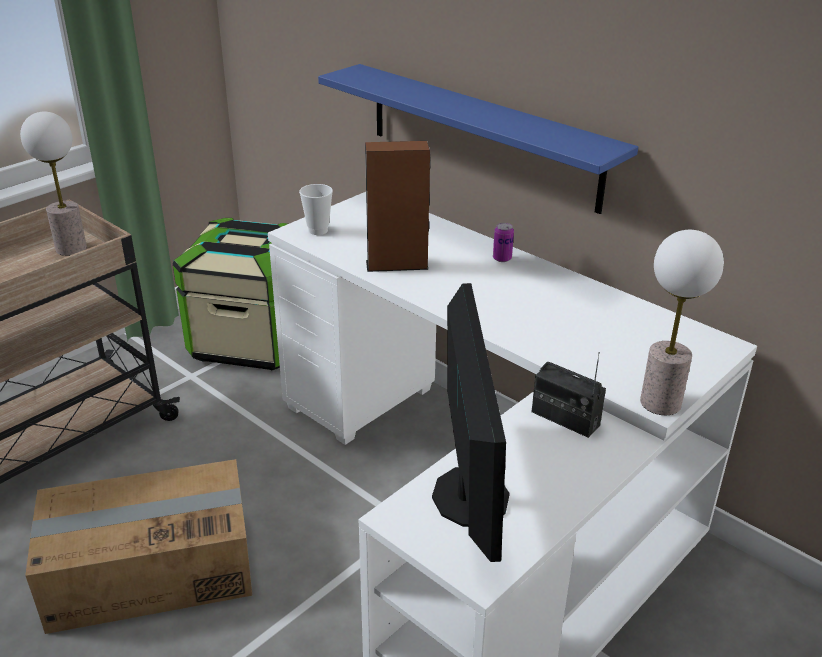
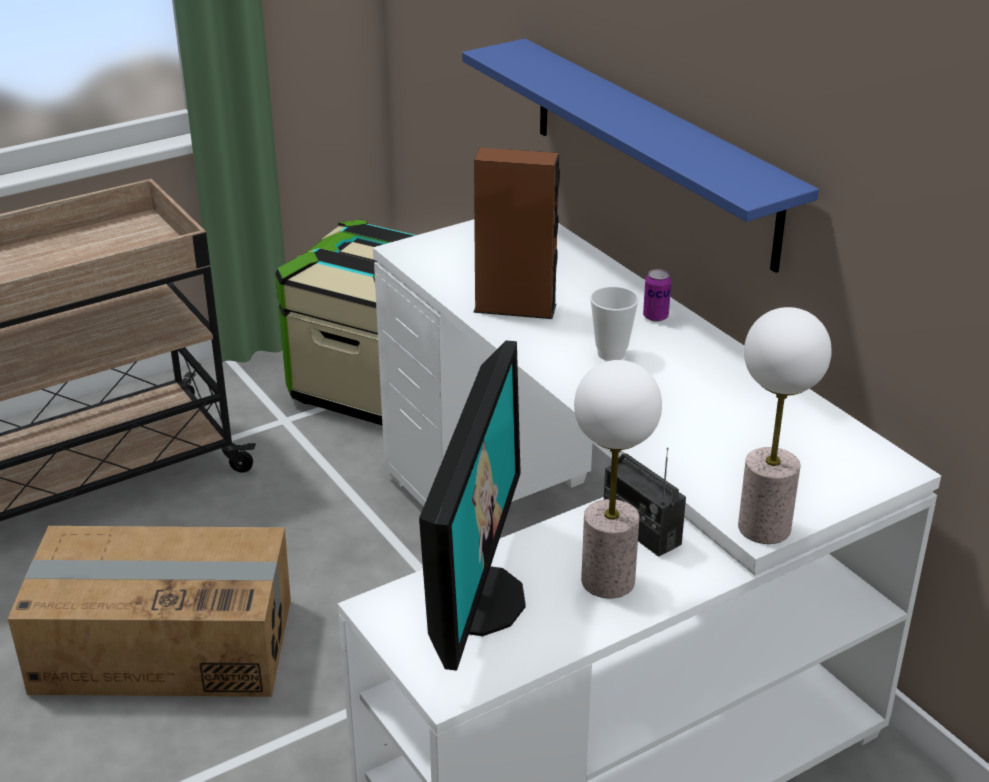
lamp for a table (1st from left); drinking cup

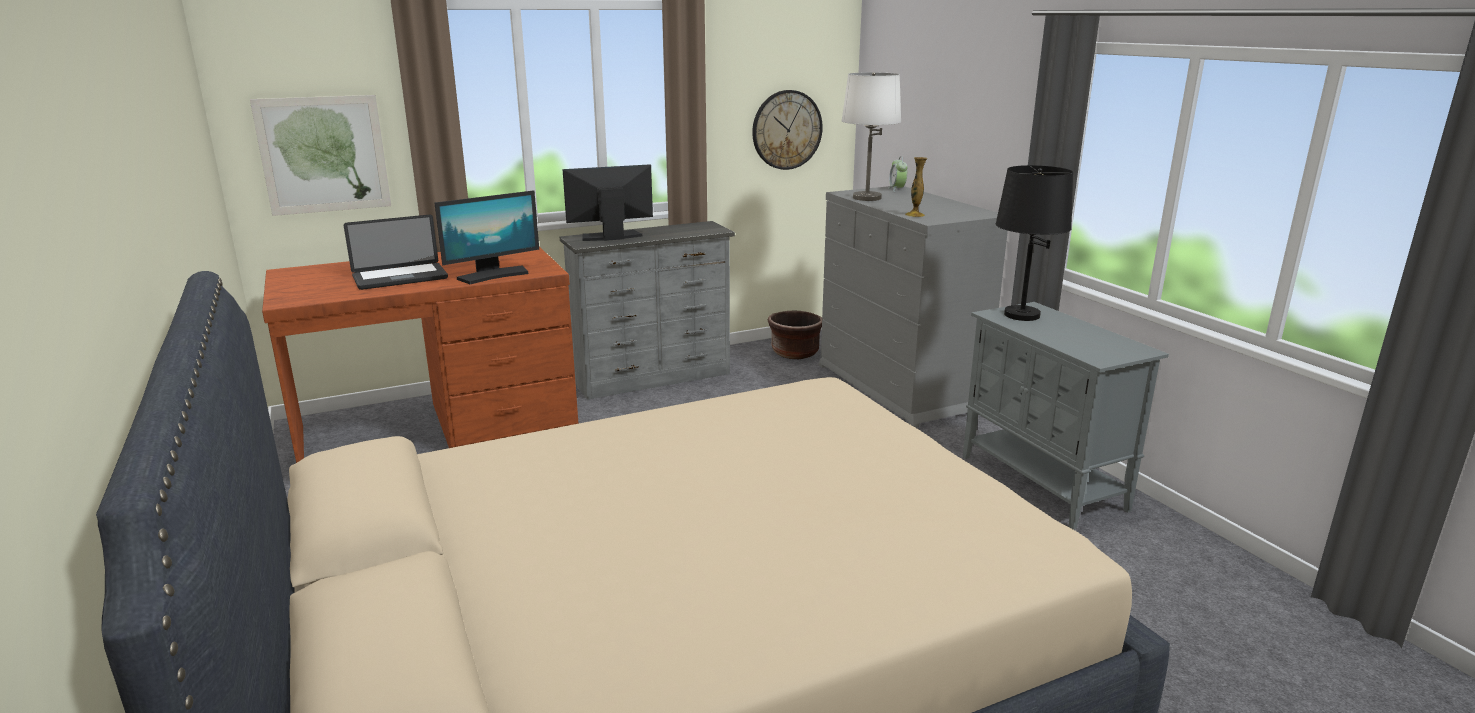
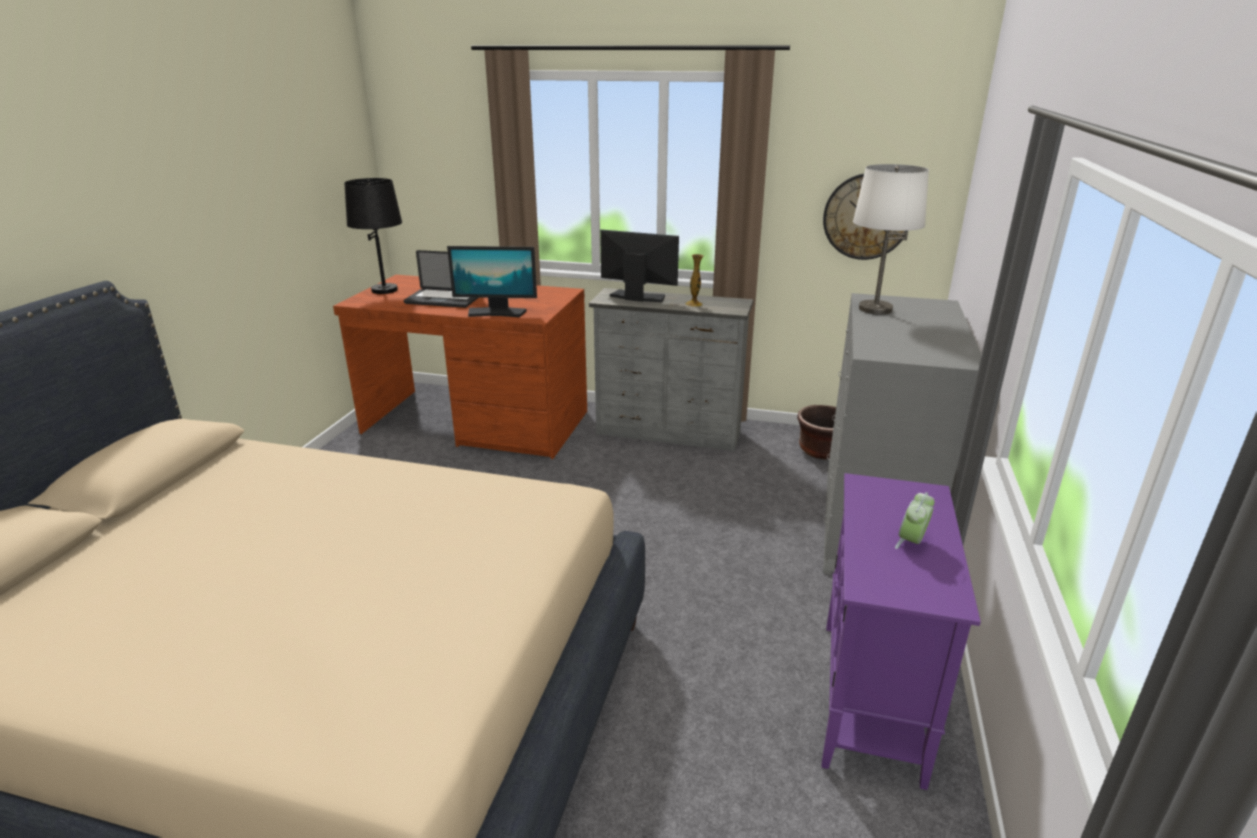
blackish lamp for a table; decorative vase; purplish cupboard; alarm clock; wall art

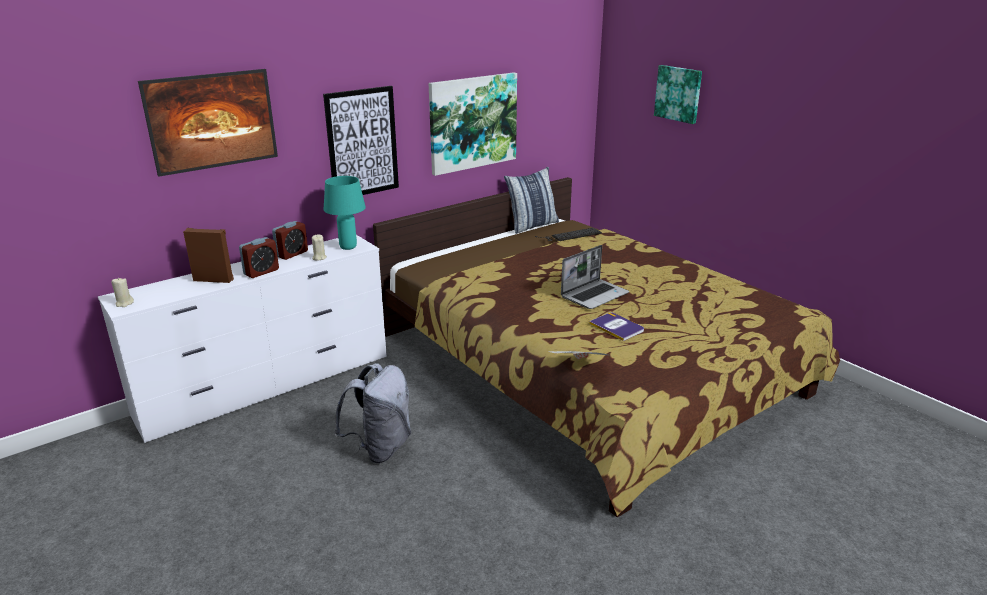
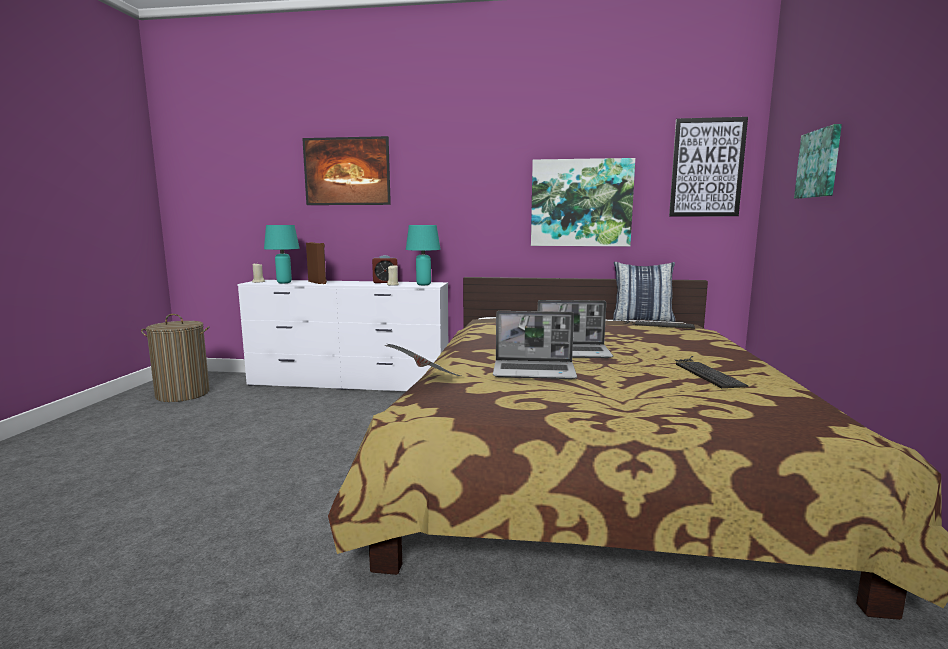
washing basket; turquoise lamp for a table (1st from left); notebook computer (1st from left); wall art (3rd from left); keyboard (2nd from left); alarm clock (1st from left in the first image); greyish knapsack

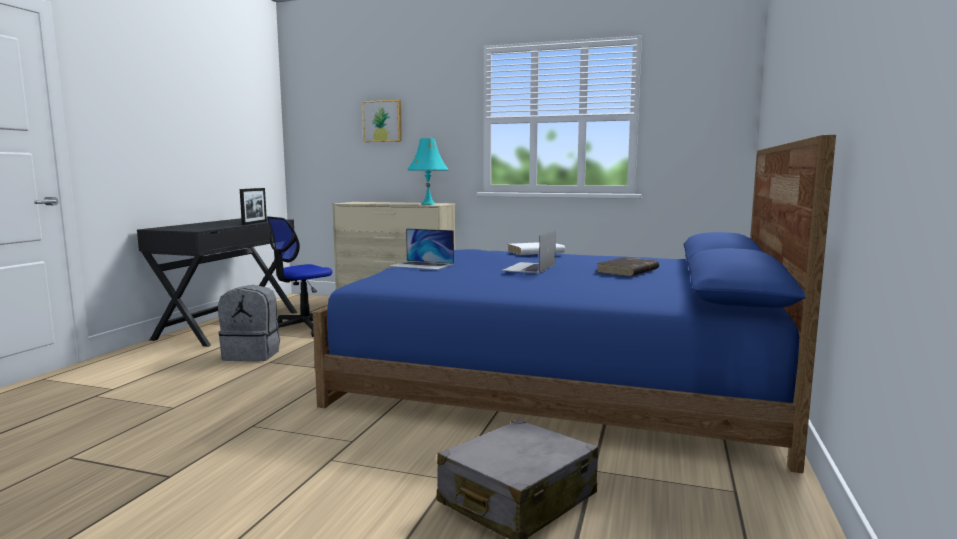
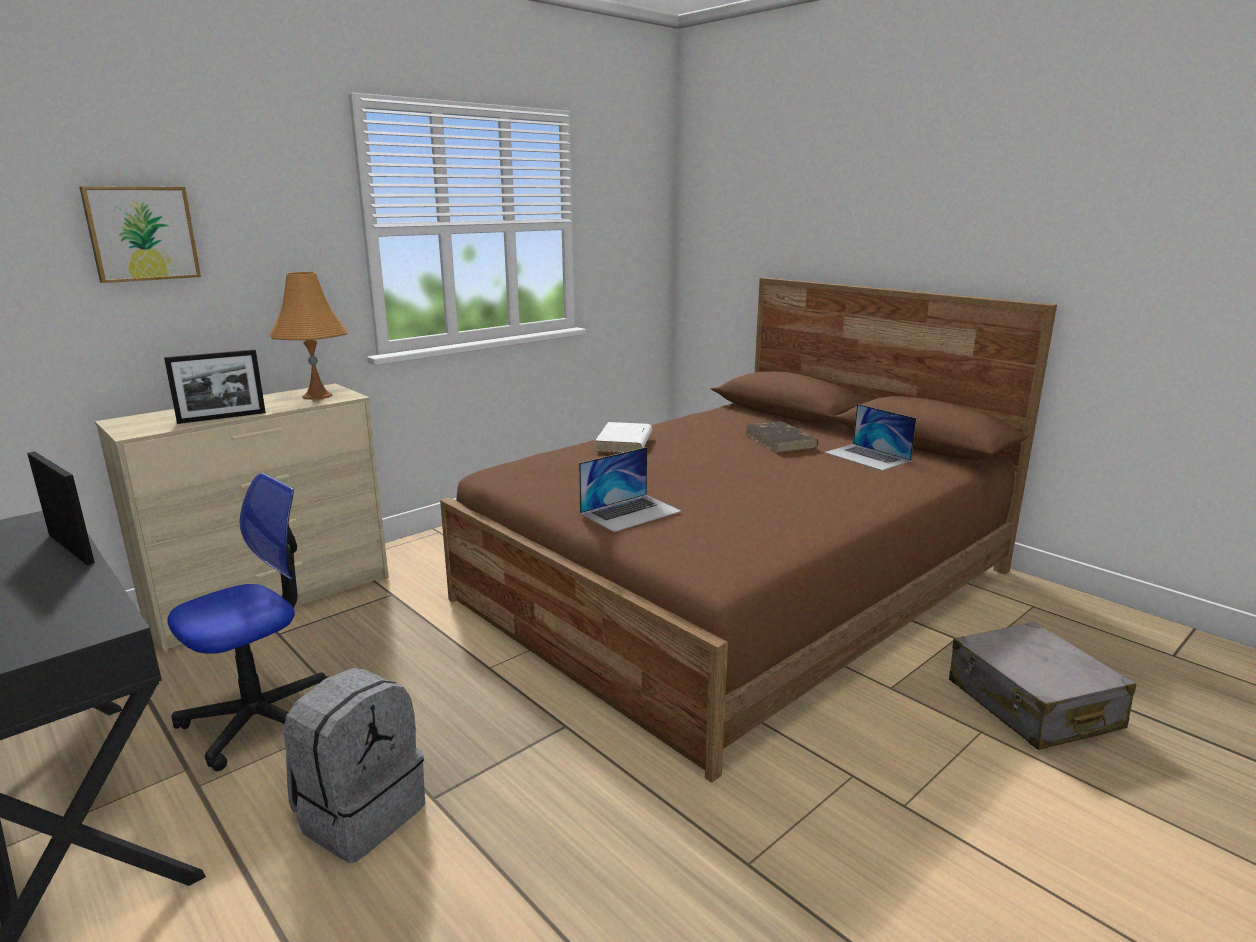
picture frame (2nd from left); computer chair; orangey lamp for a table; brown bedroom bed; notebook computer (2nd from left)

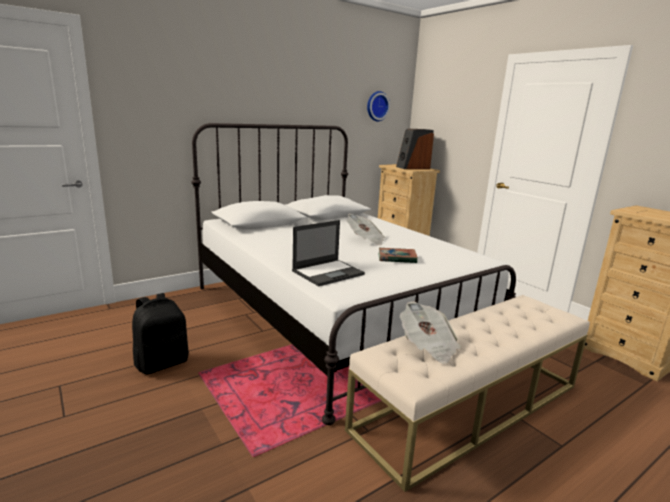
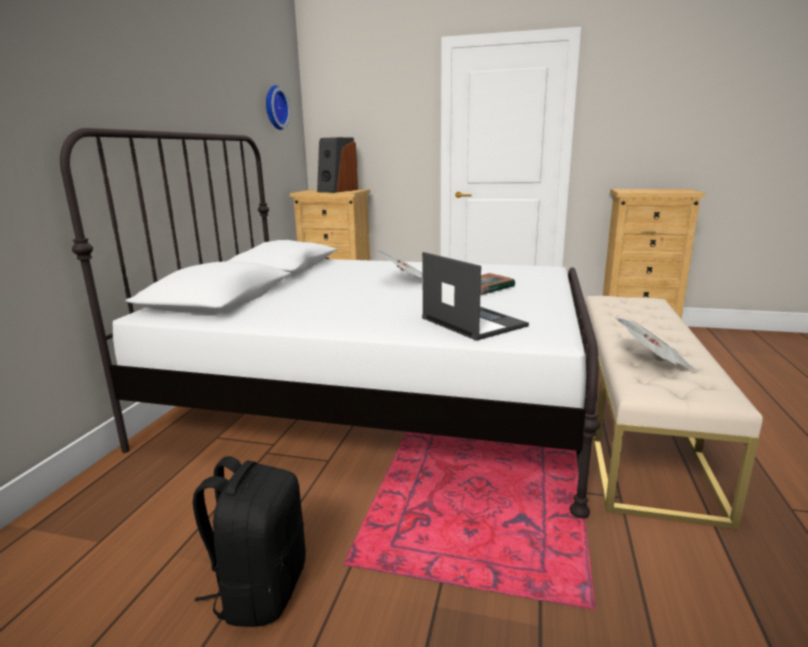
notebook computer

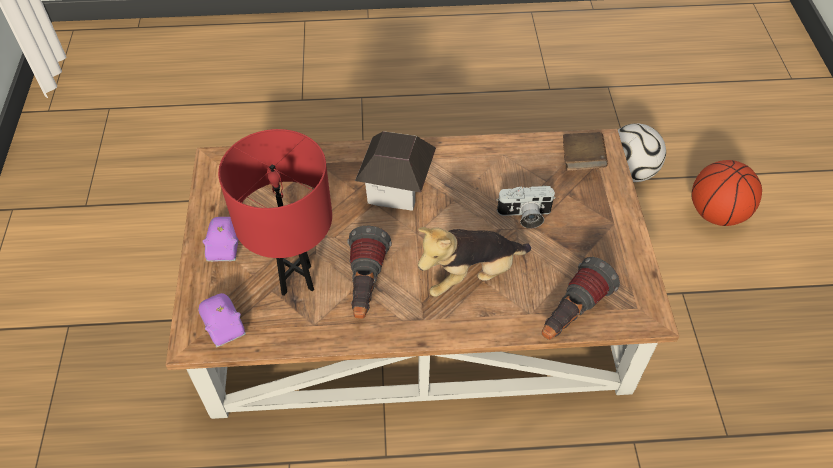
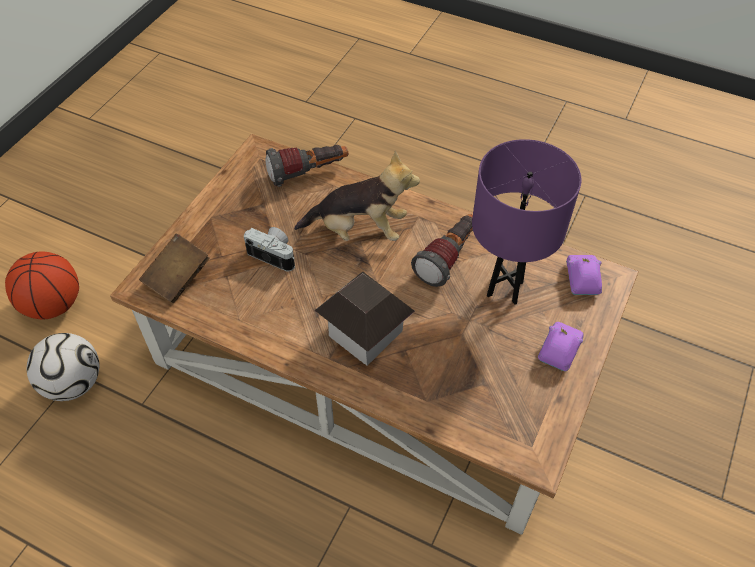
purplish lamp for a table

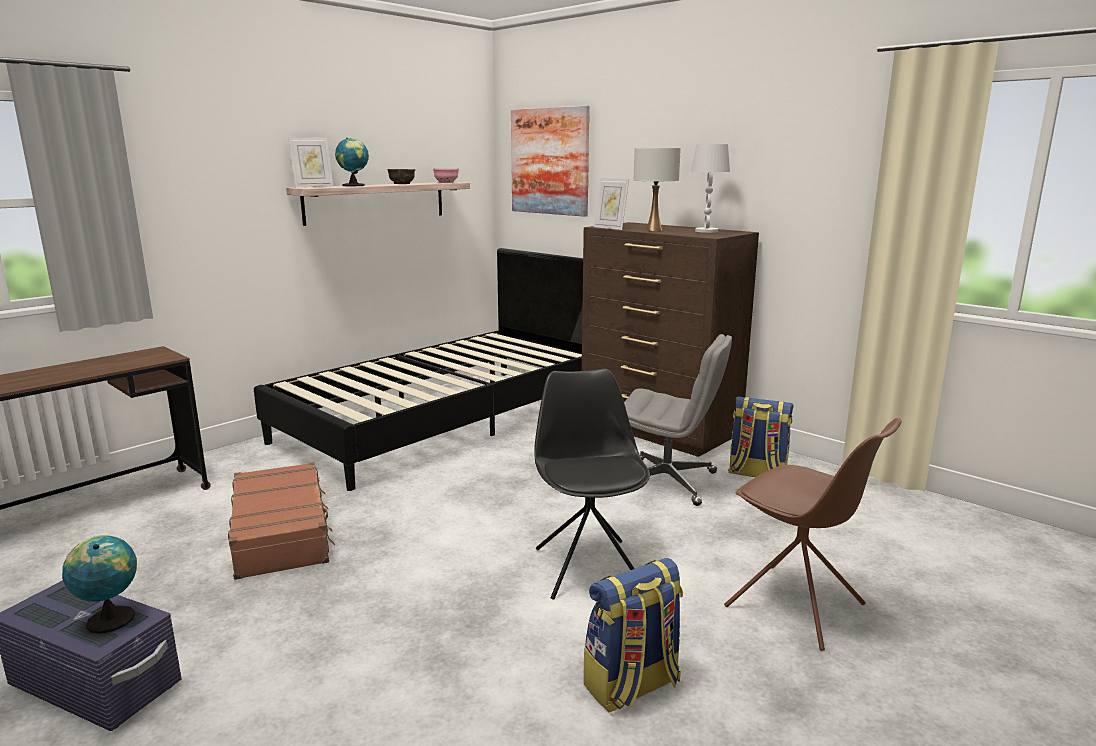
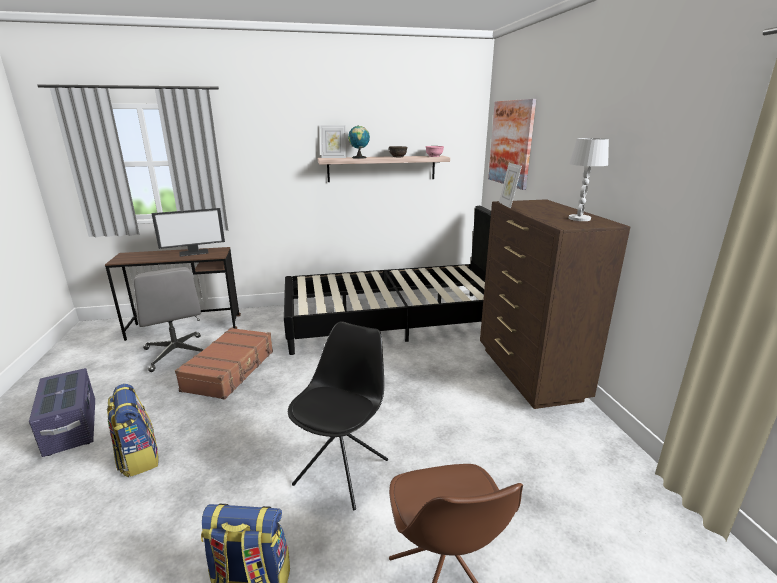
knapsack (1st from left); greyish computer chair; computer screen; desk globe (1st from left in the first image); white lamp for a table (1st from left in the first image)

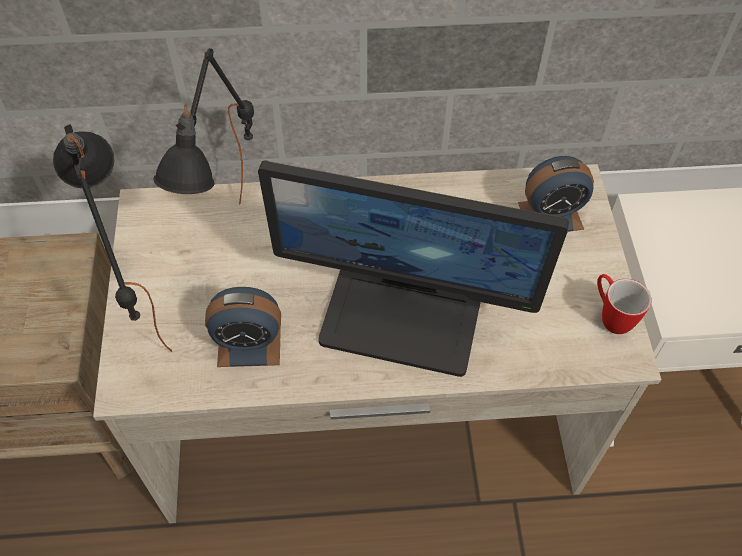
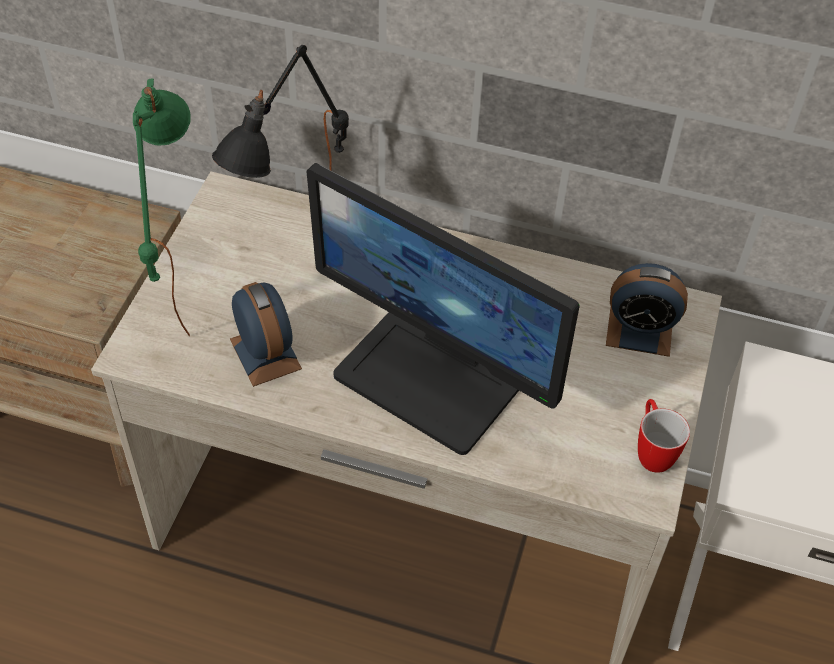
green lamp for a table; alarm clock (1st from left)

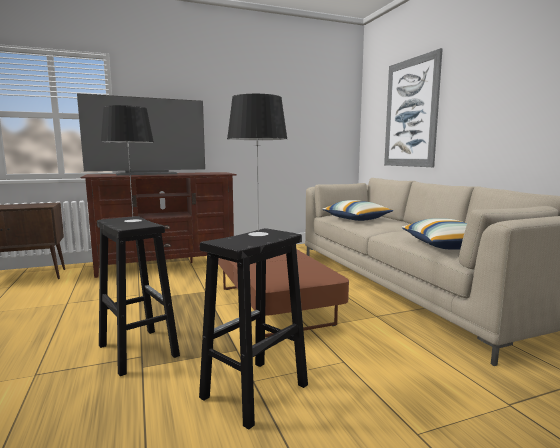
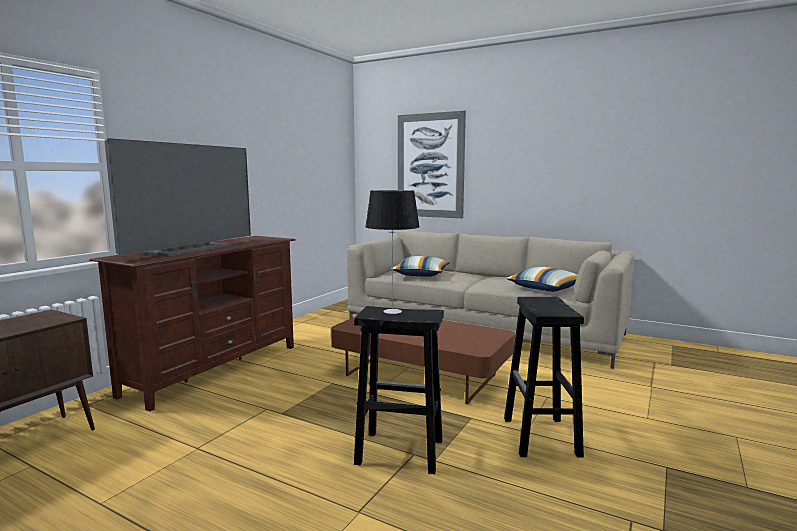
lamp for a table (2nd from left in the first image)

